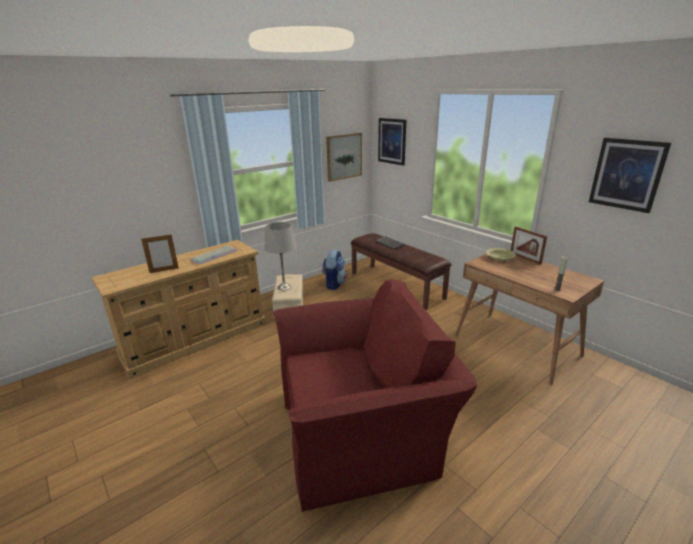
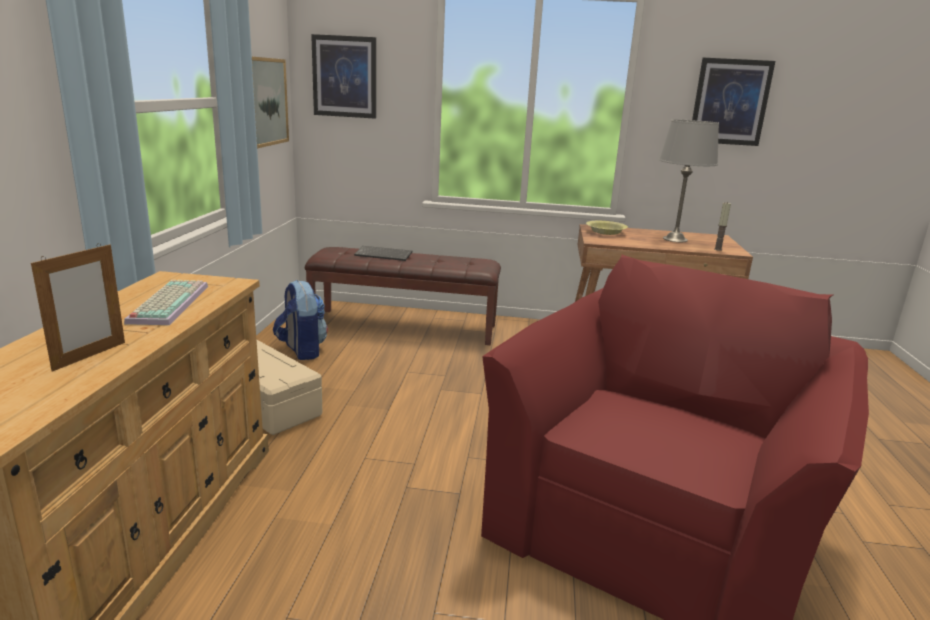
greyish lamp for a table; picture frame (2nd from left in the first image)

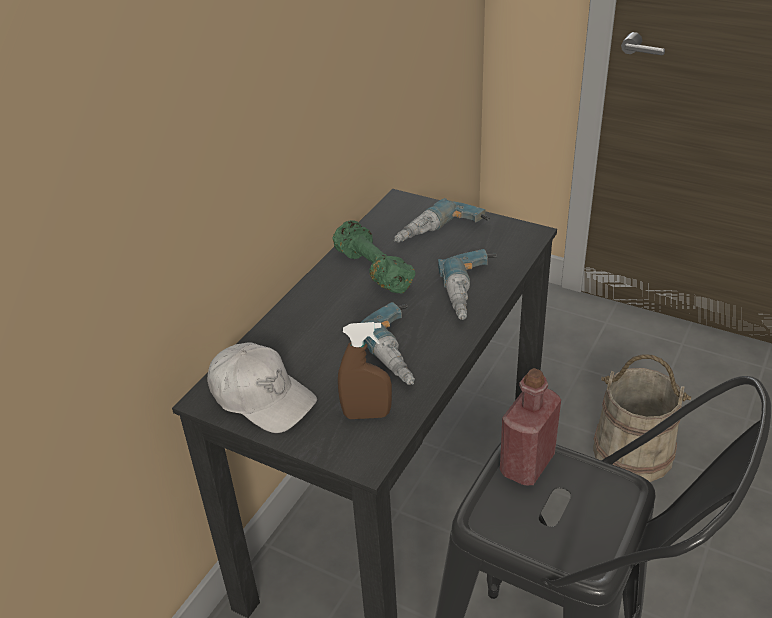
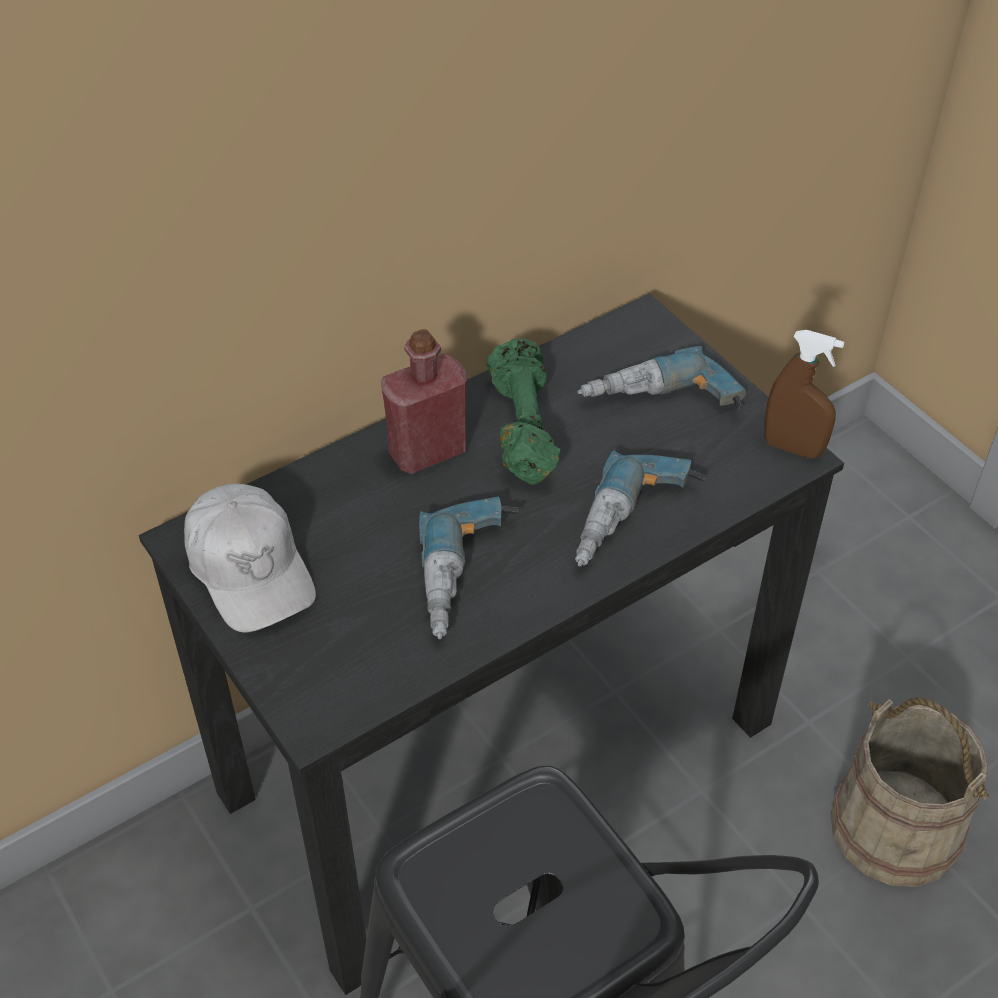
red beverage bottle; brown hand sprayer

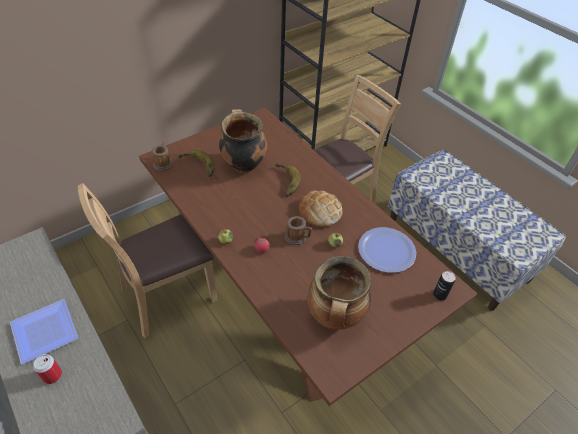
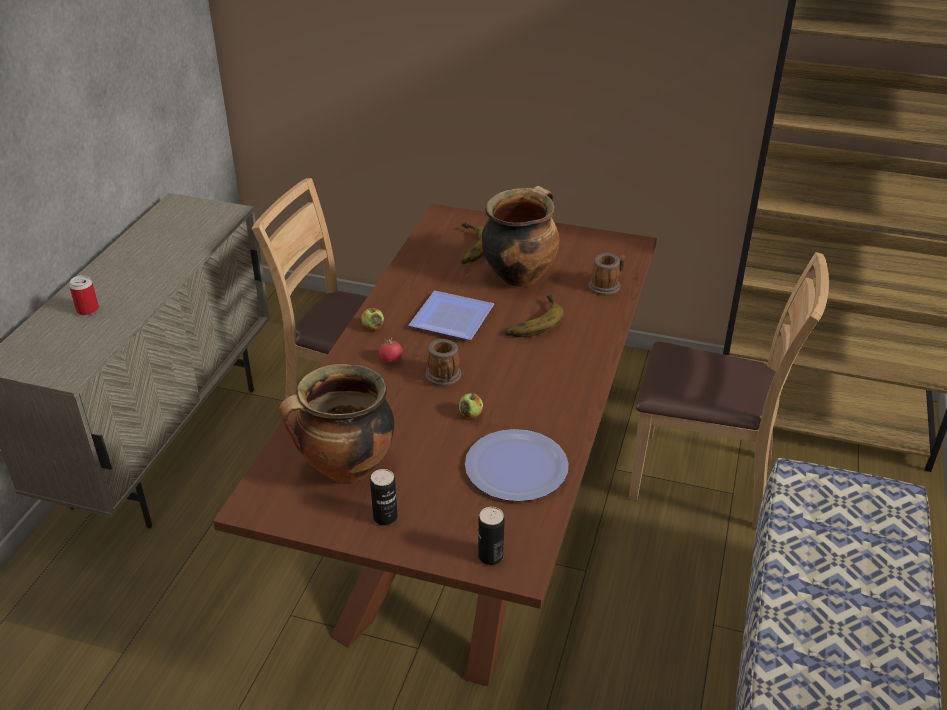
can (2nd from left); flat dish (1st from left); tea mug (2nd from left); bread

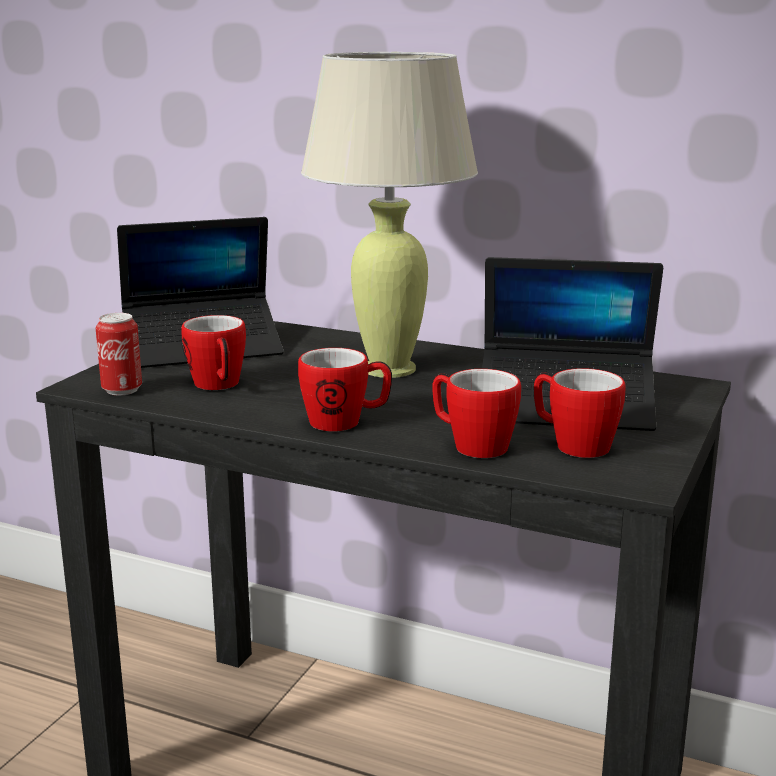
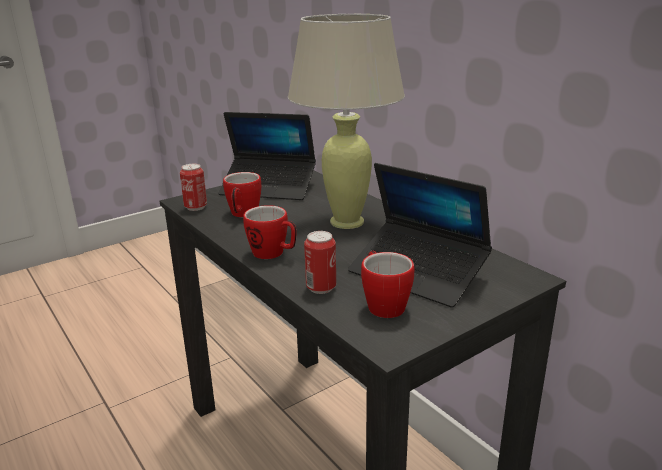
can (2nd from left)

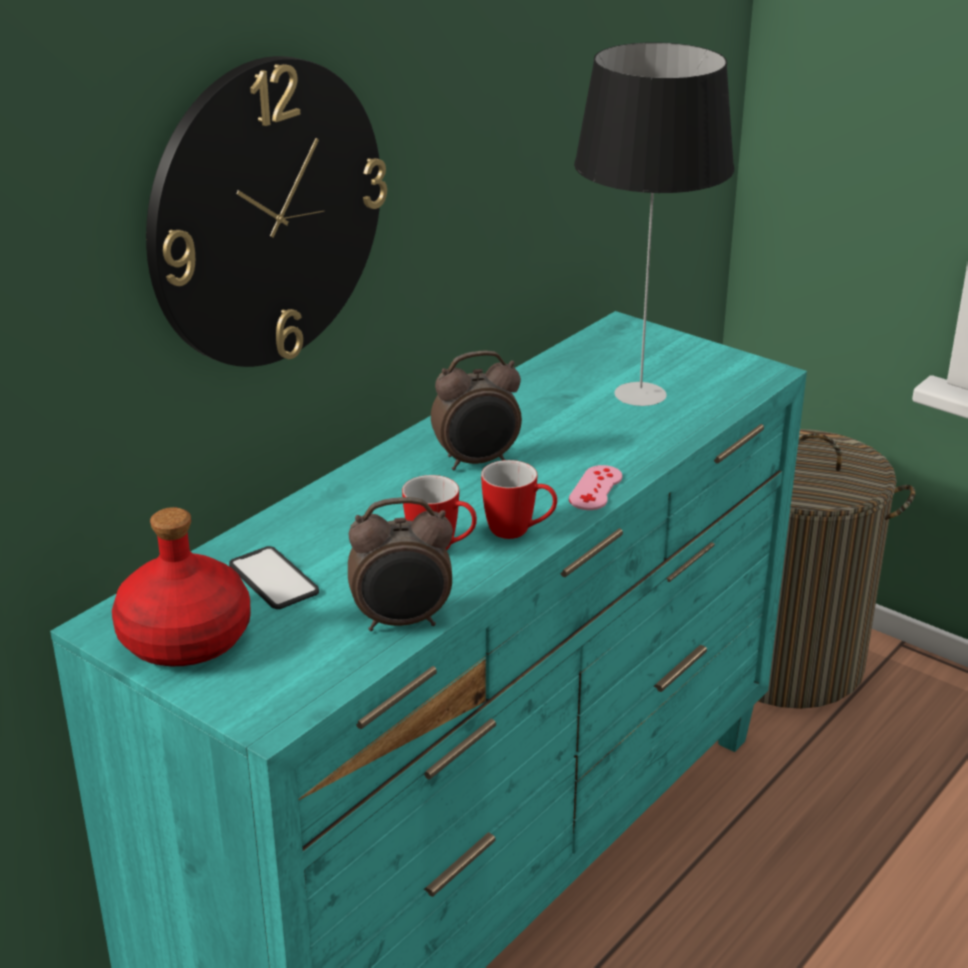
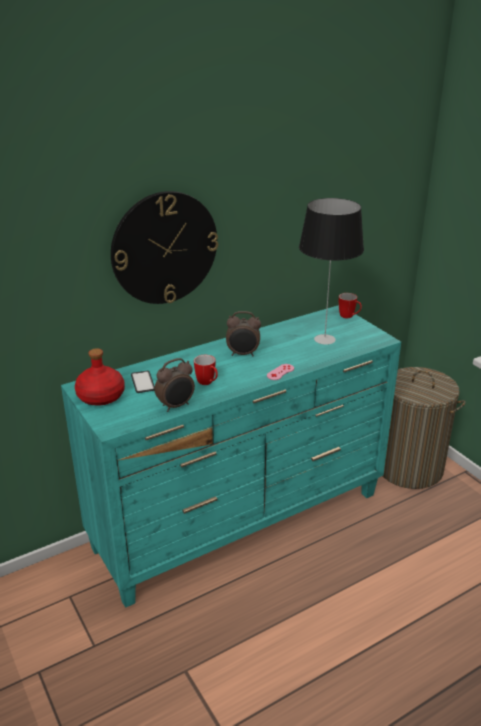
alarm clock (1st from left); tea mug (2nd from left)

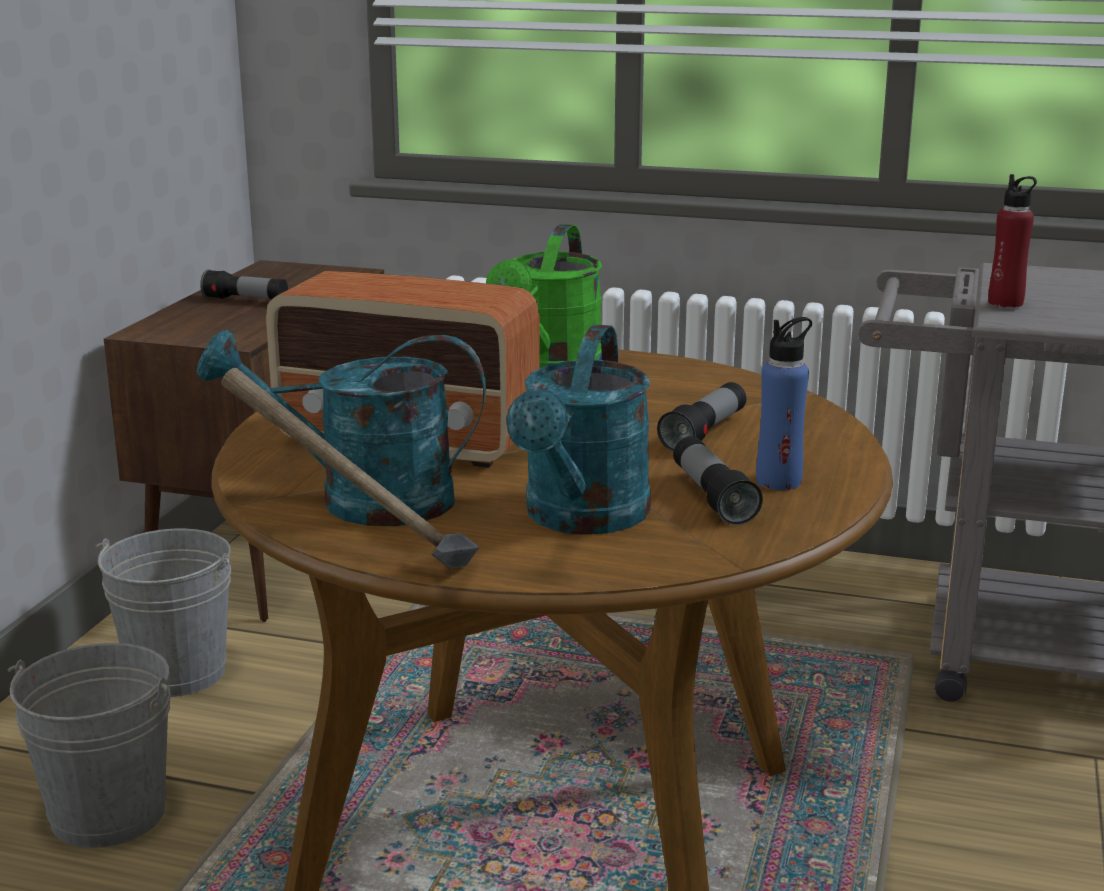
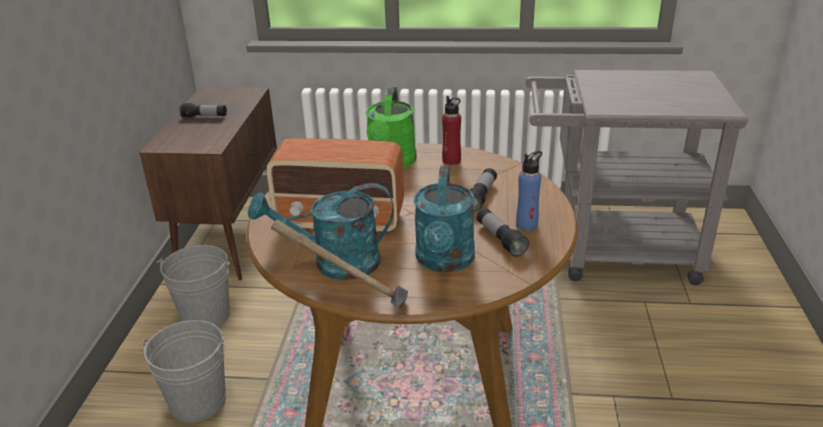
red beverage bottle

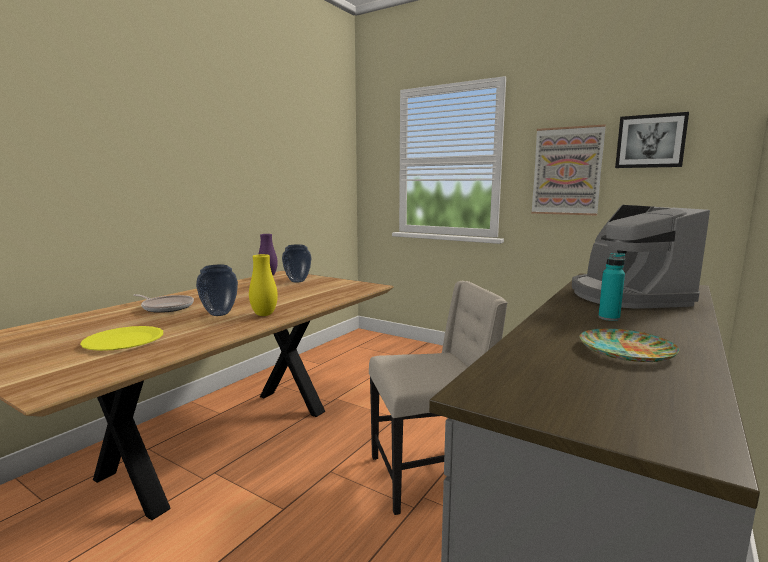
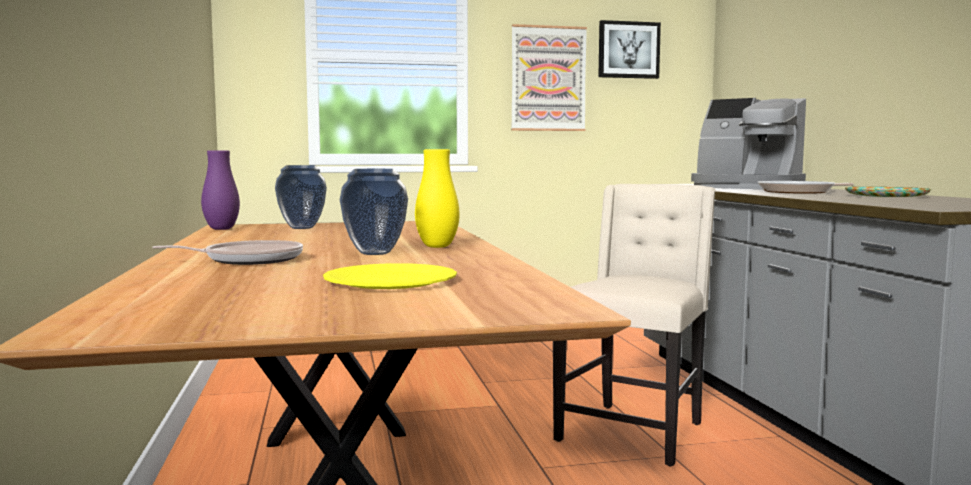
skillet (2nd from left)

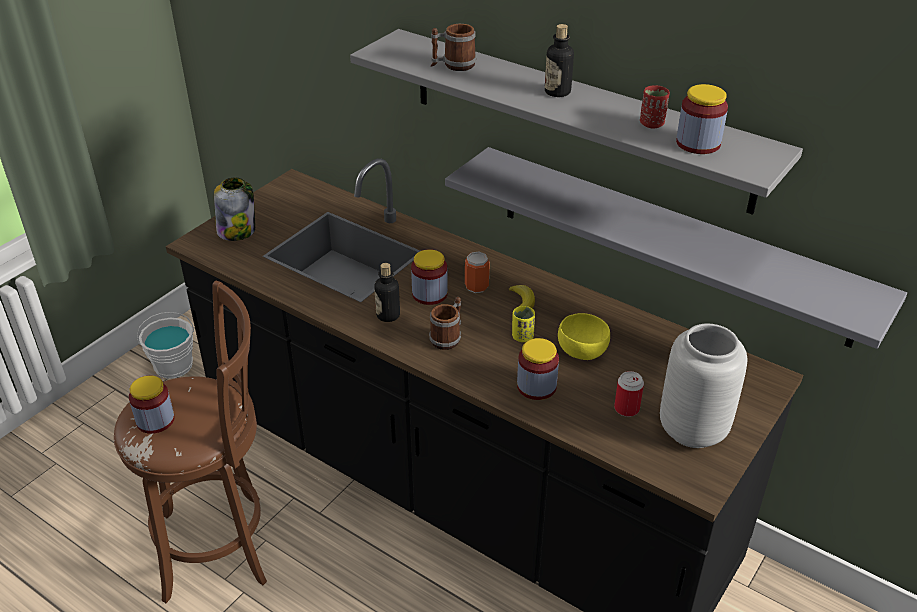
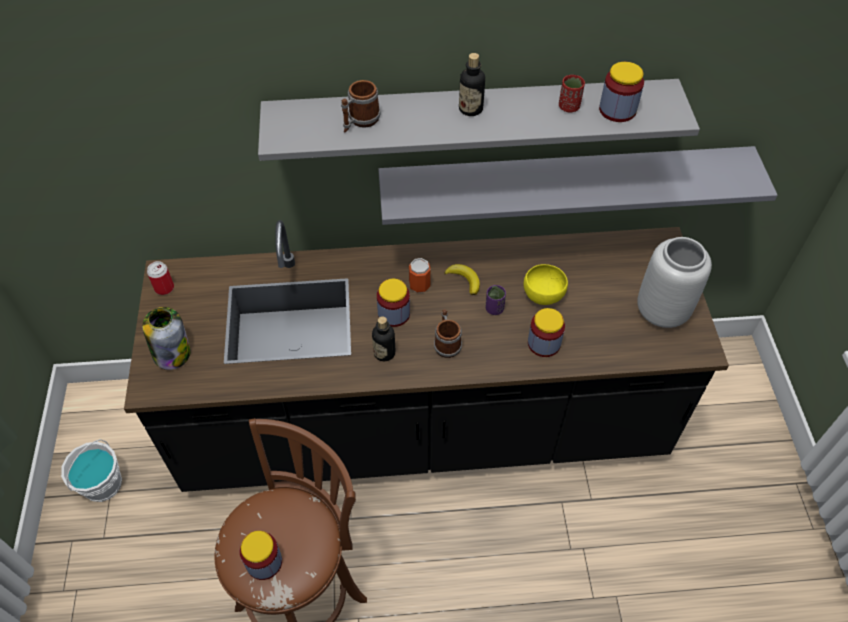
can (1st from left); purplish drinking cup

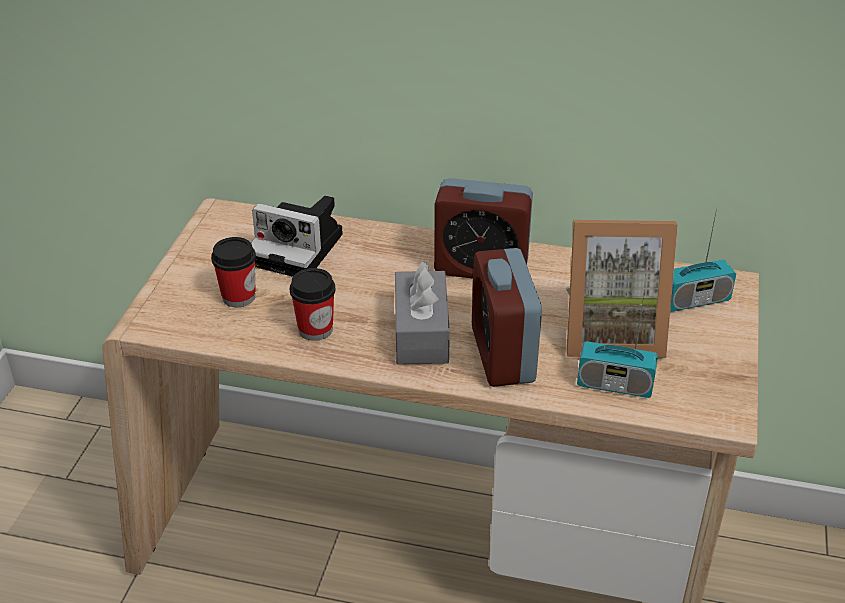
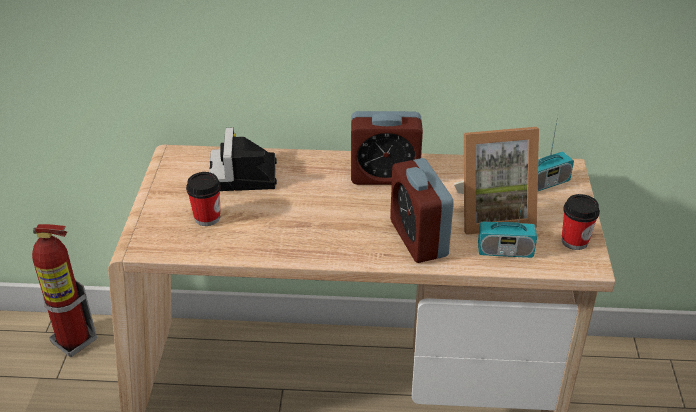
extinguisher; still camera; drinking cup (2nd from left); greyish tissue holder

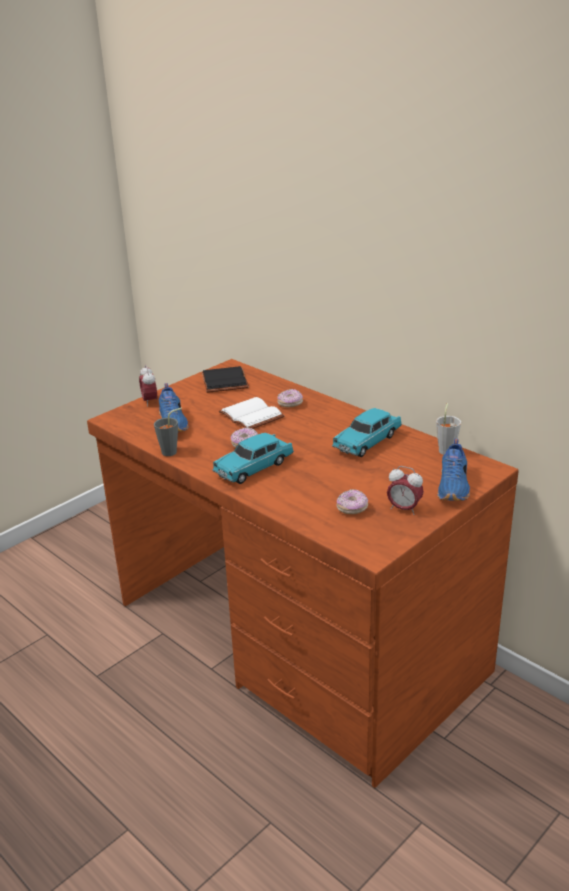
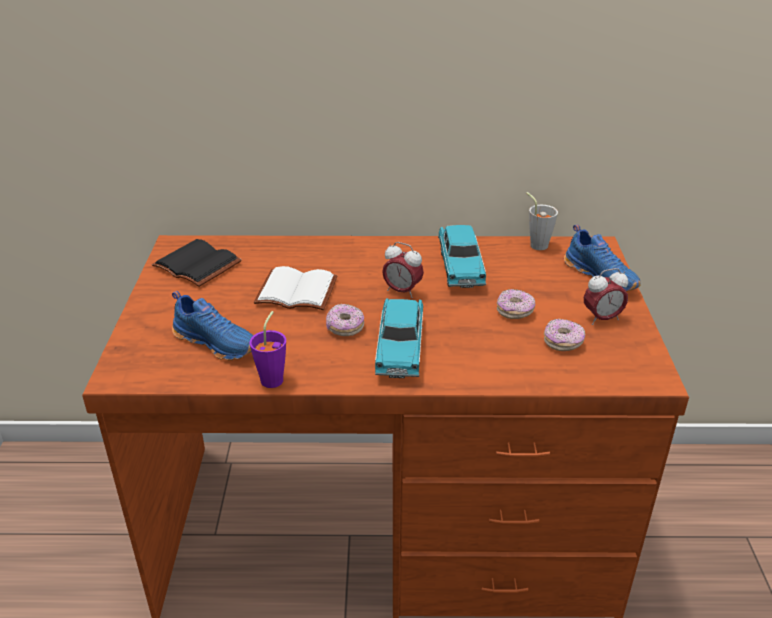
purplish drinking cup; alarm clock (1st from left); ring doughnut (2nd from left)

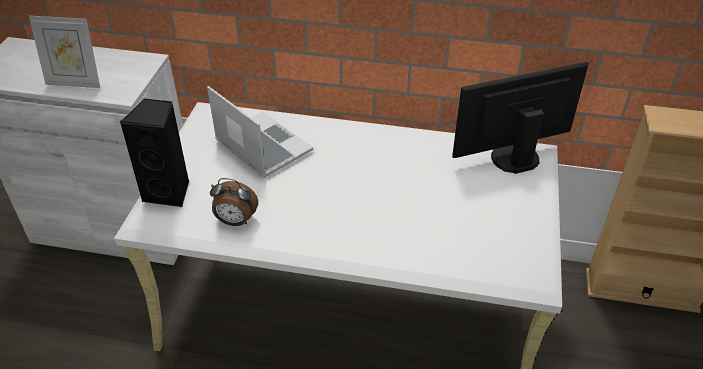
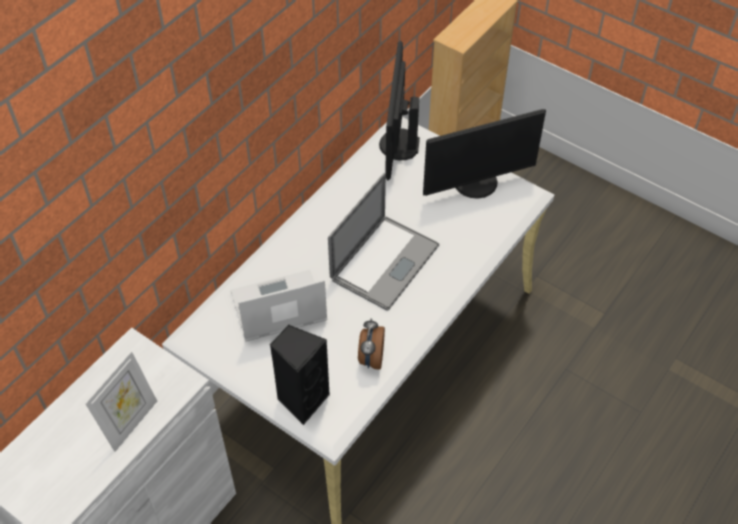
notebook computer (2nd from left); alarm clock; computer screen (2nd from left)

